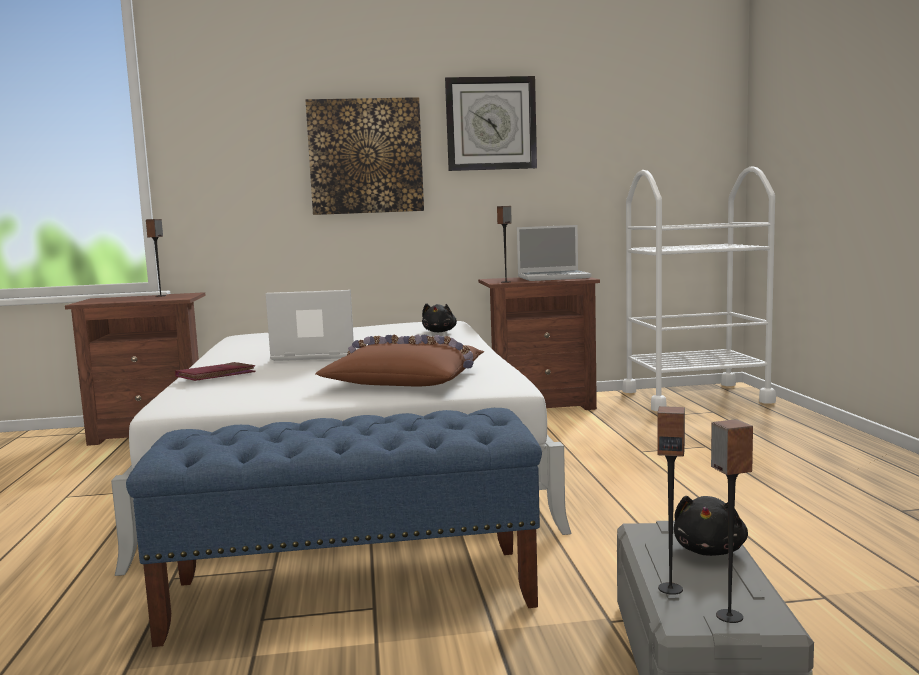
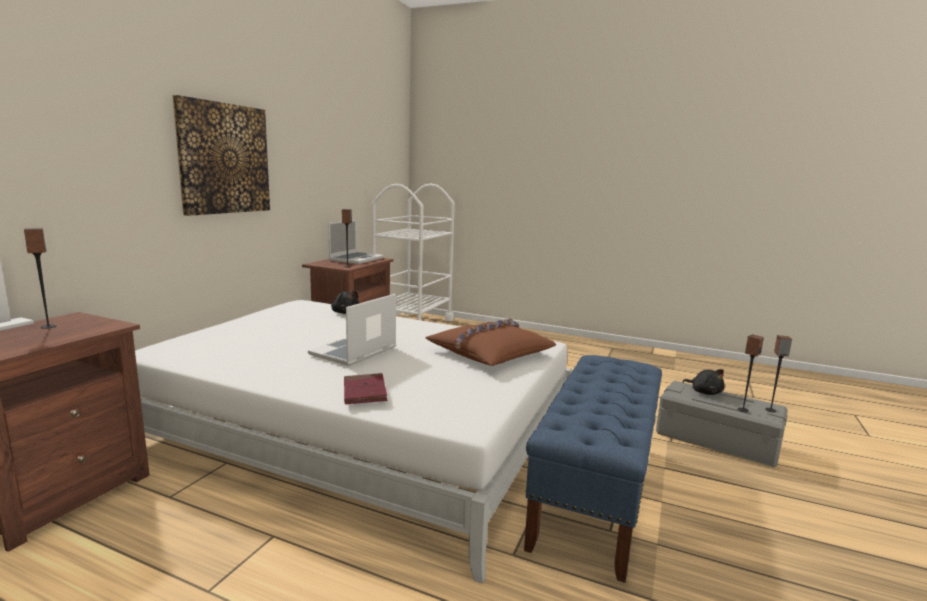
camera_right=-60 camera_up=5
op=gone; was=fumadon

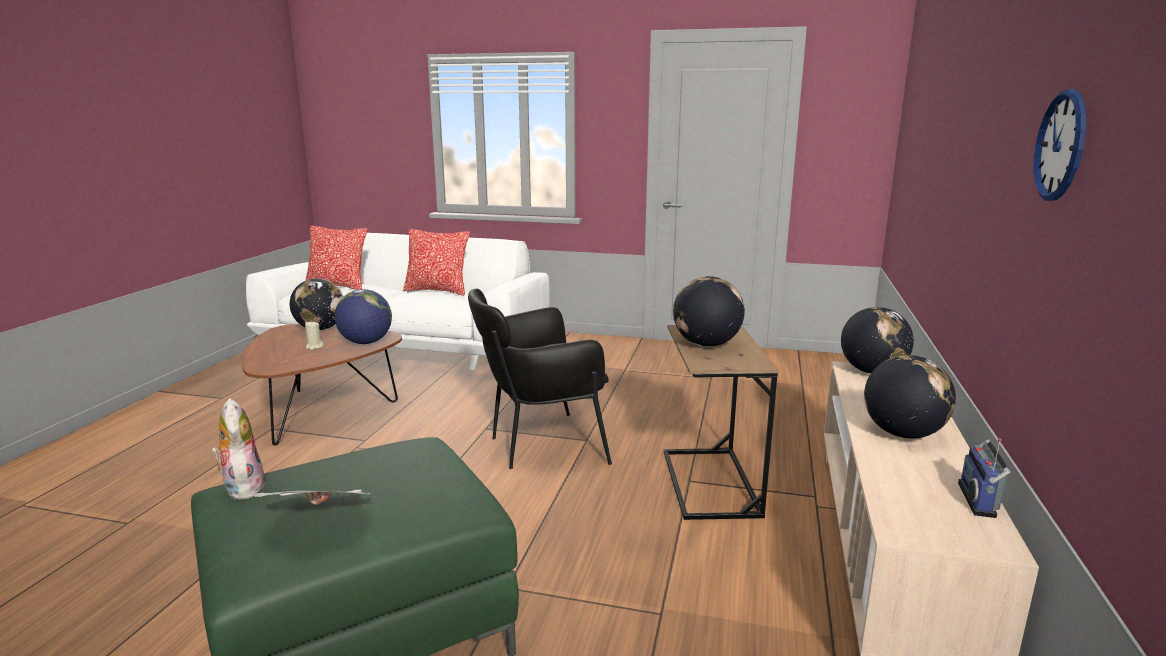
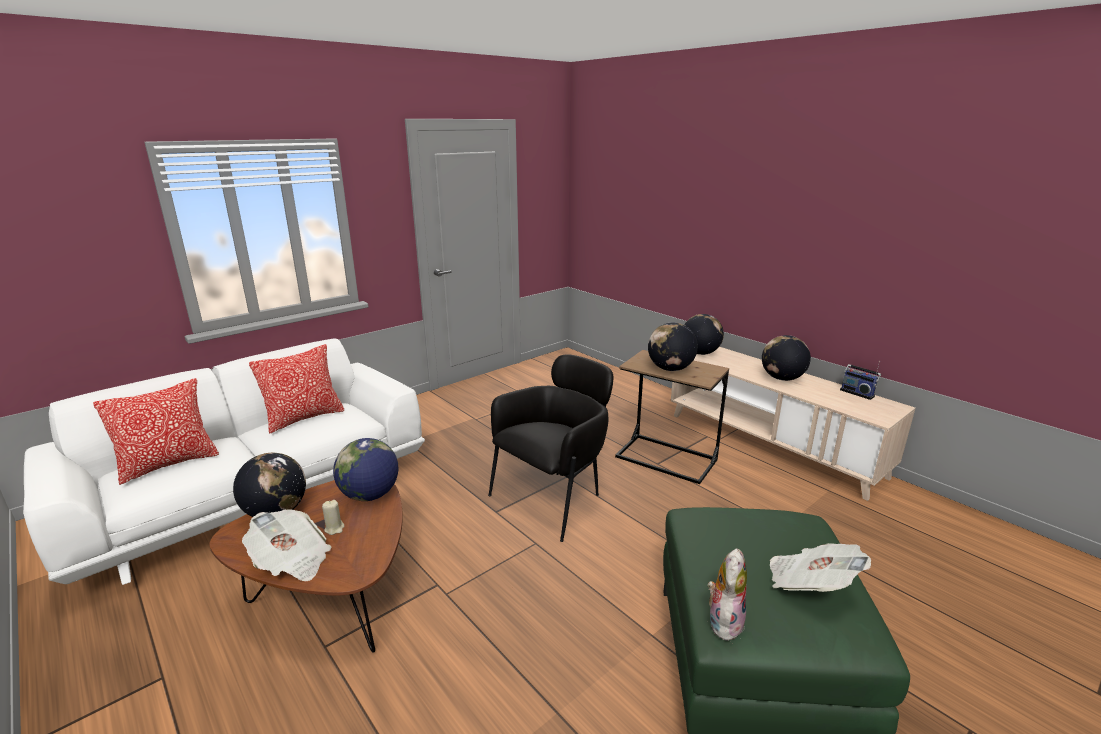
camera_right=-55 camera_up=5
op=new; now=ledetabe (no. 1 from left)
op=rotated; was=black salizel; clockwise=-150
op=rotated; was=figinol; clockwise=105
op=gone; was=fumadon

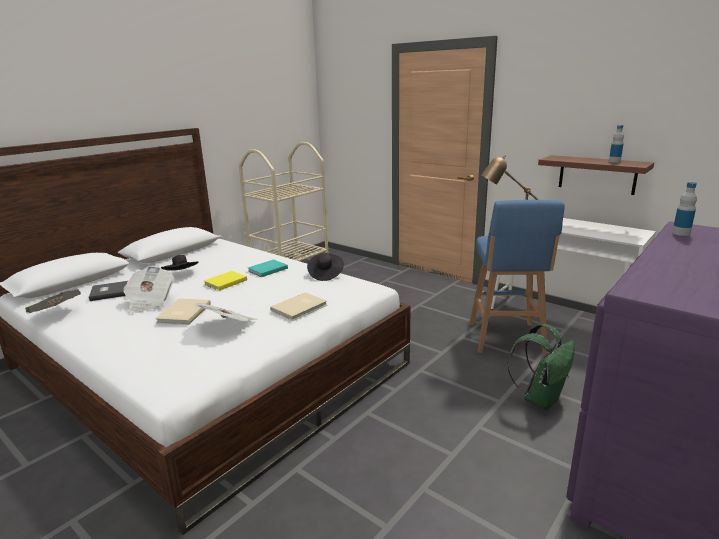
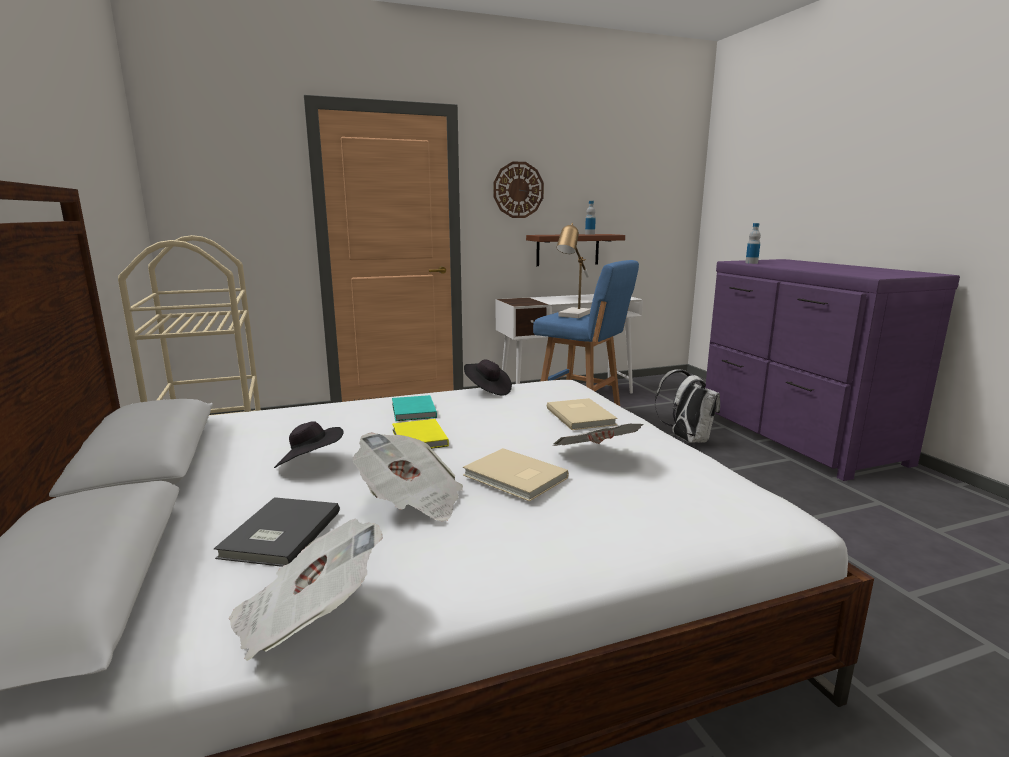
camera_right=-60 camera_up=-5
op=new; now=fumadon
op=repainted; was=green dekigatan; now=white dekigatan

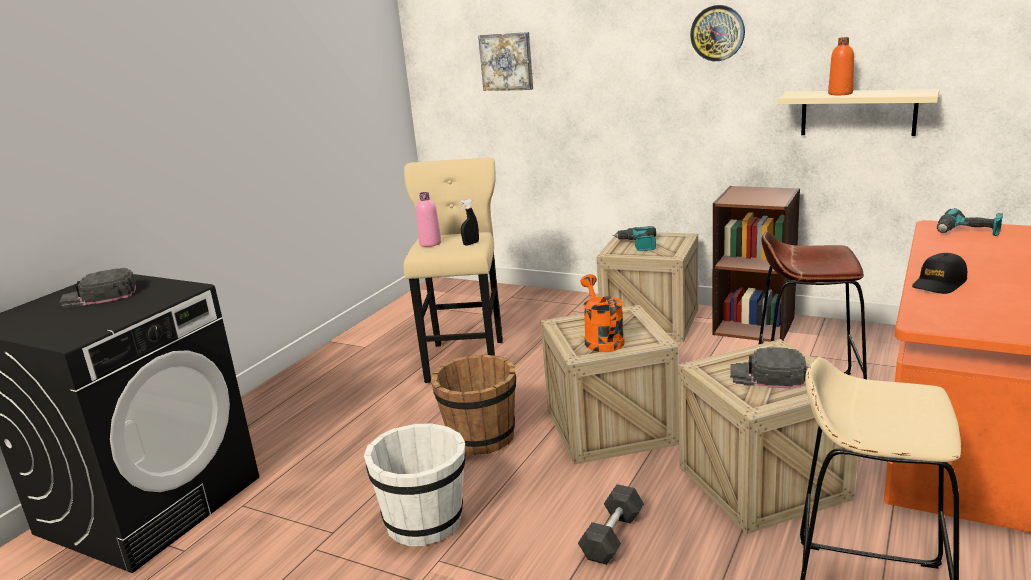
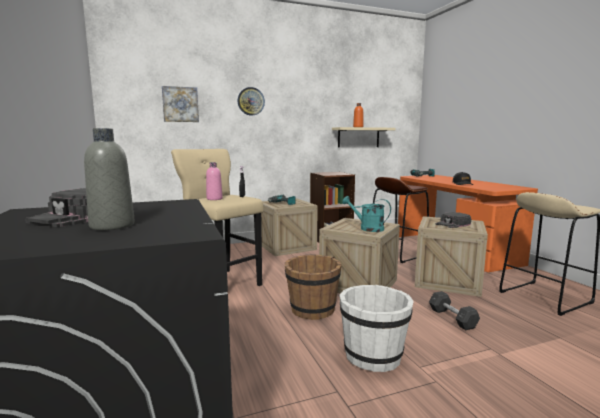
camera_right=-50 camera_up=-10
op=new; now=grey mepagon
op=shifted; was=fumadon
op=repainted; was=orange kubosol; now=turquoise kubosol

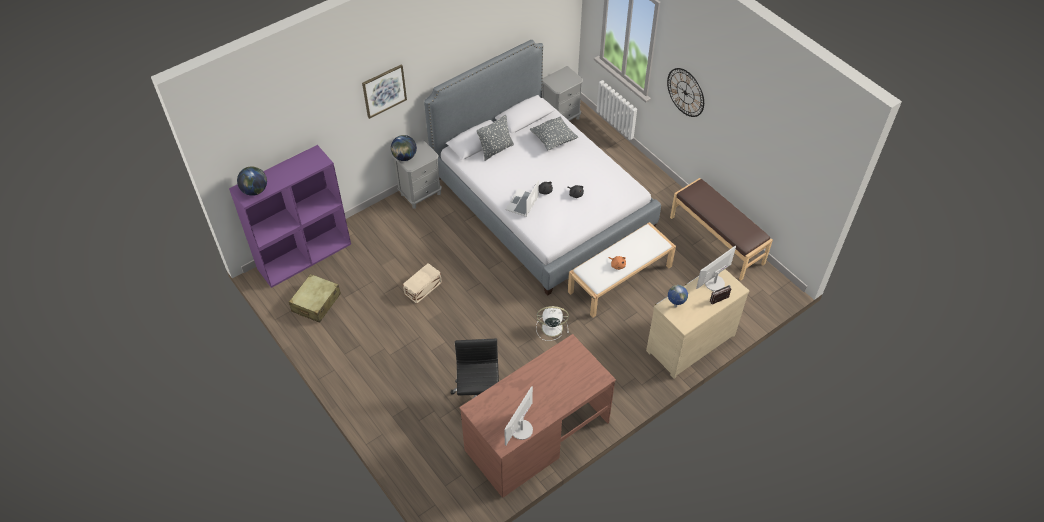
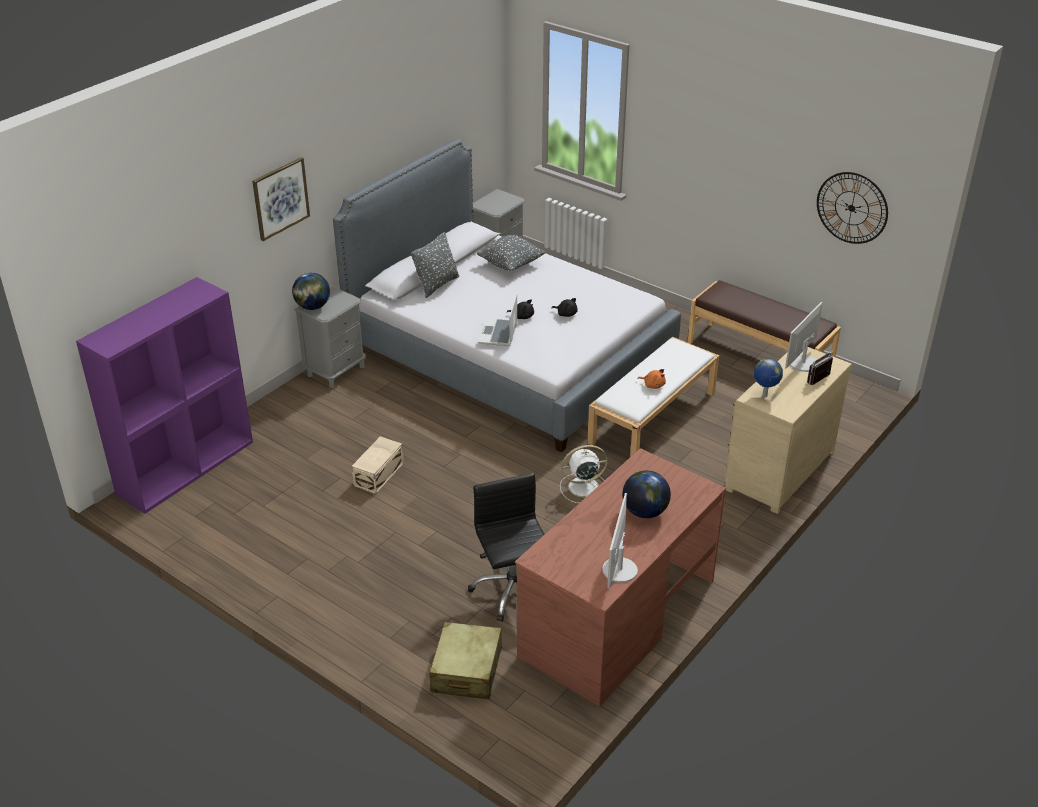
camera_right=-15 camera_up=-15
op=shifted; was=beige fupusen
op=shifted; was=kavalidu (no. 1 from left in the first image); now=kavalidu (no. 2 from left)
op=shifted; was=fumadon

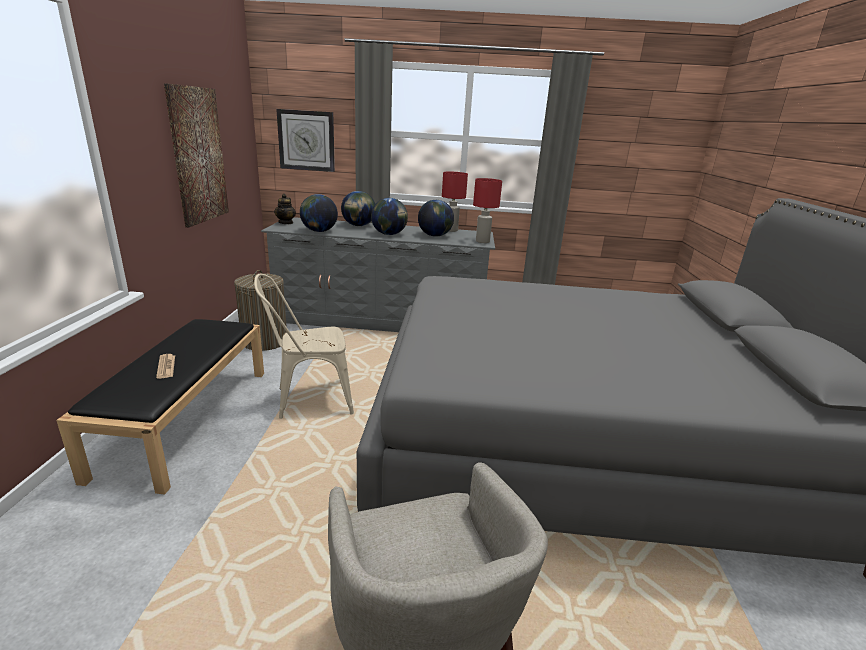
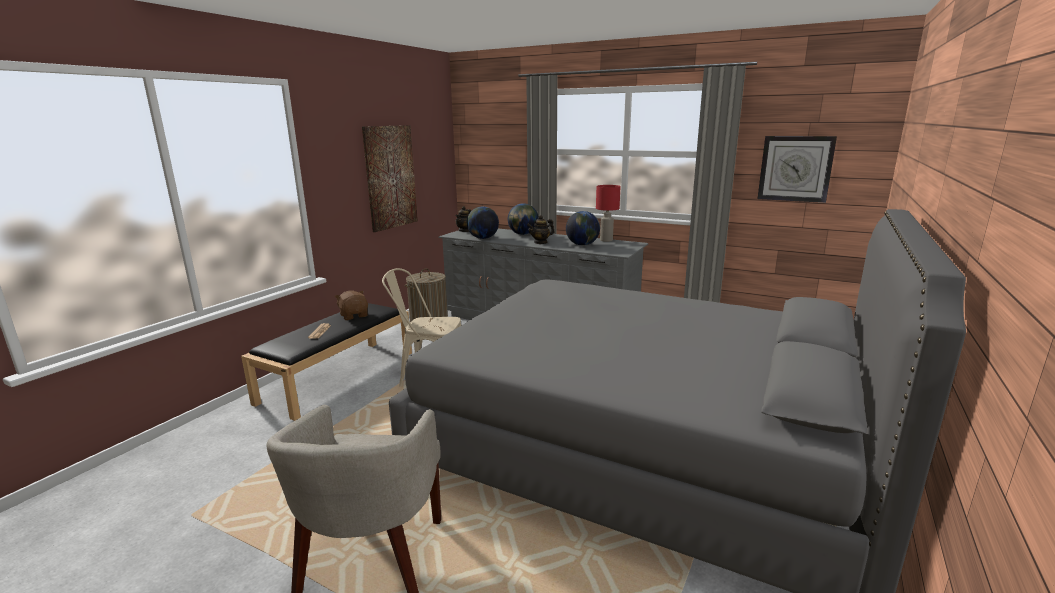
camera_right=25 camera_up=-5
op=new; now=brown figinol
op=swapped; was=kavalidu (no. 3 from left); now=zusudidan (no. 2 from left)
op=shifted; was=fumadon
op=gone; was=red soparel (no. 2 from left)

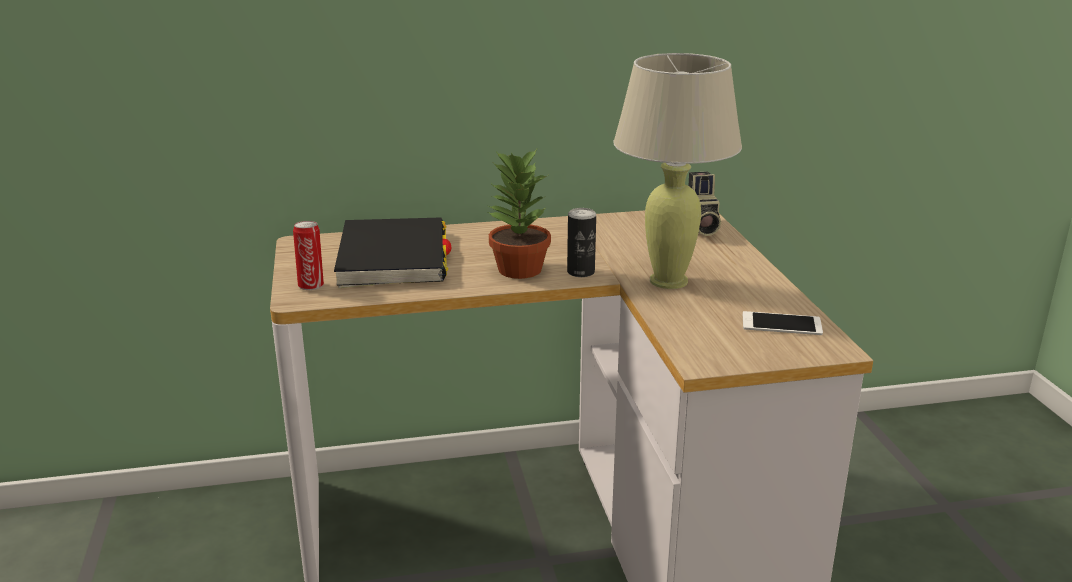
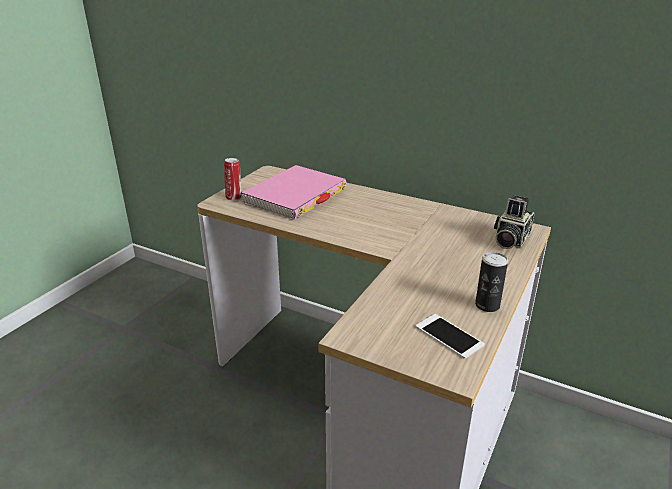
camera_right=40 camera_up=5
op=repainted; was=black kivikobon; now=pink kivikobon
op=shifted; was=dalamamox (no. 2 from left)
op=gone; was=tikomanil
op=gone; was=beige soparel

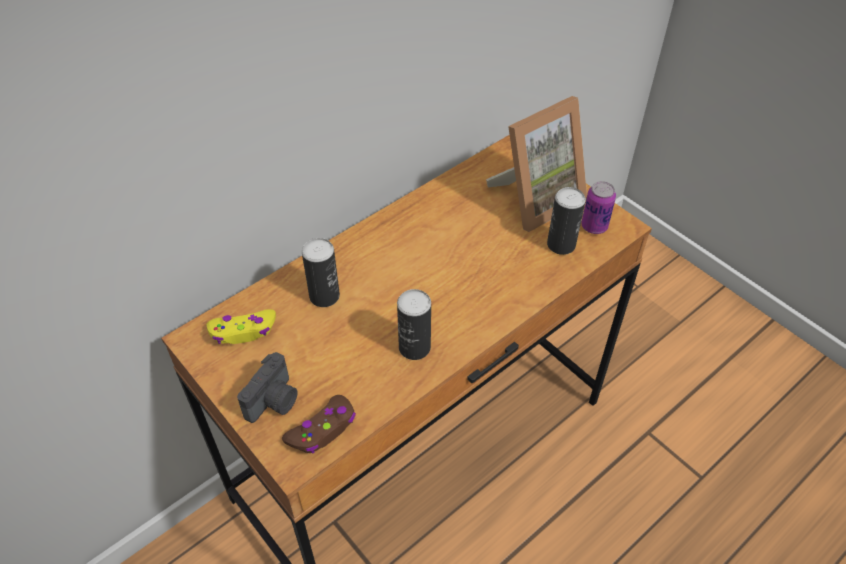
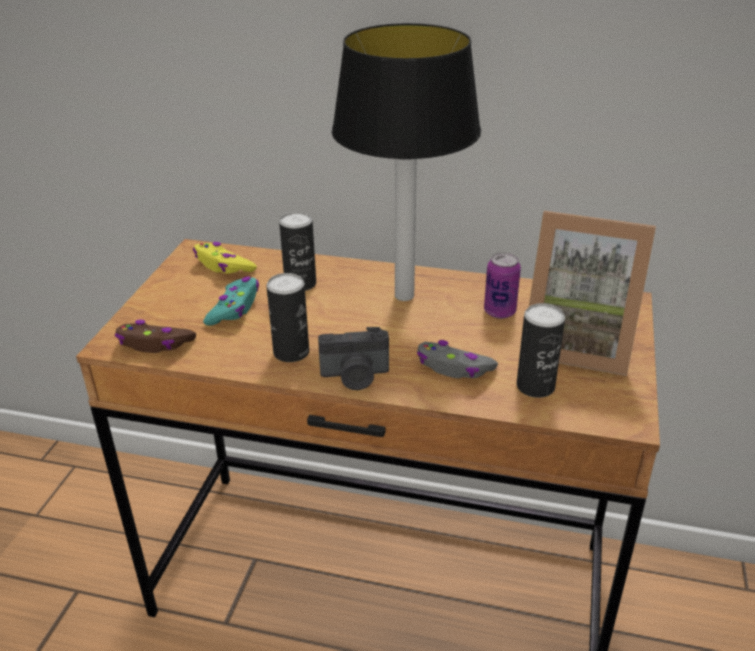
camera_right=55 camera_up=-15
op=new; now=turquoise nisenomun
op=shifted; was=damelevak
op=new; now=soparel
op=new; now=grey nisenomun
op=shifted; was=dalamamox (no. 4 from left in the first image); now=dalamamox (no. 3 from left)

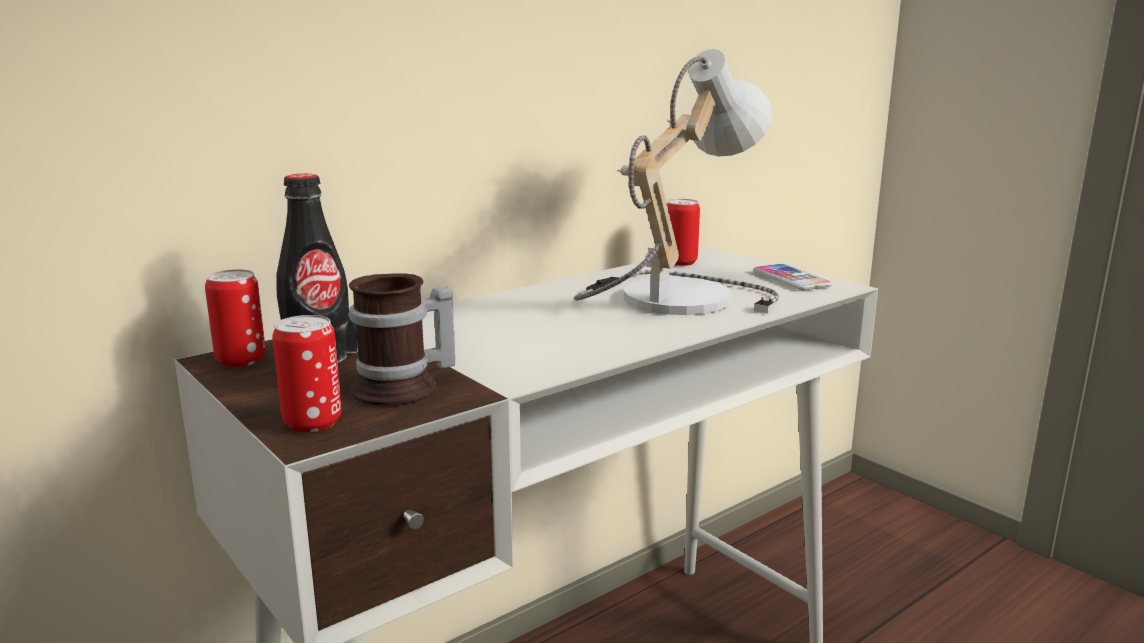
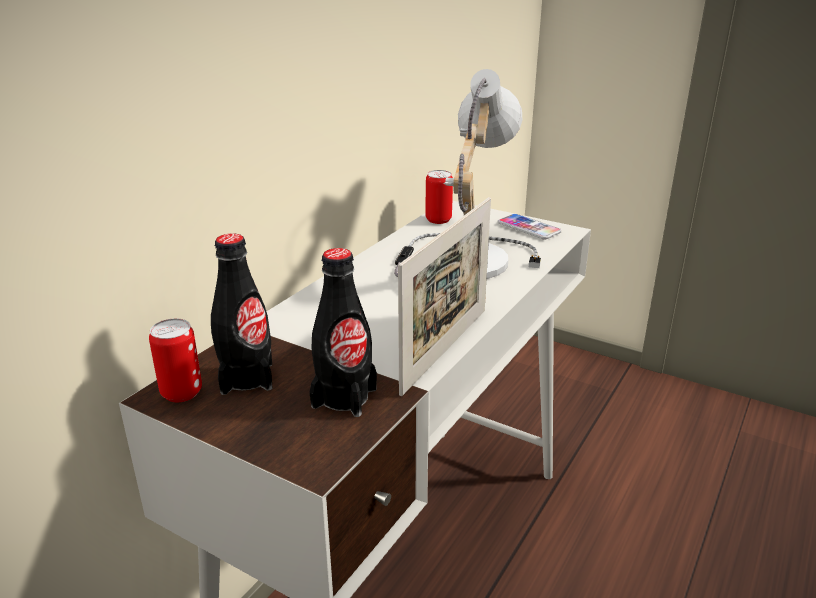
camera_right=-20 camera_up=10
op=swapped; was=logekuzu; now=black mepagon (no. 2 from left)
op=new; now=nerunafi
op=gone; was=dalamamox (no. 2 from left)

